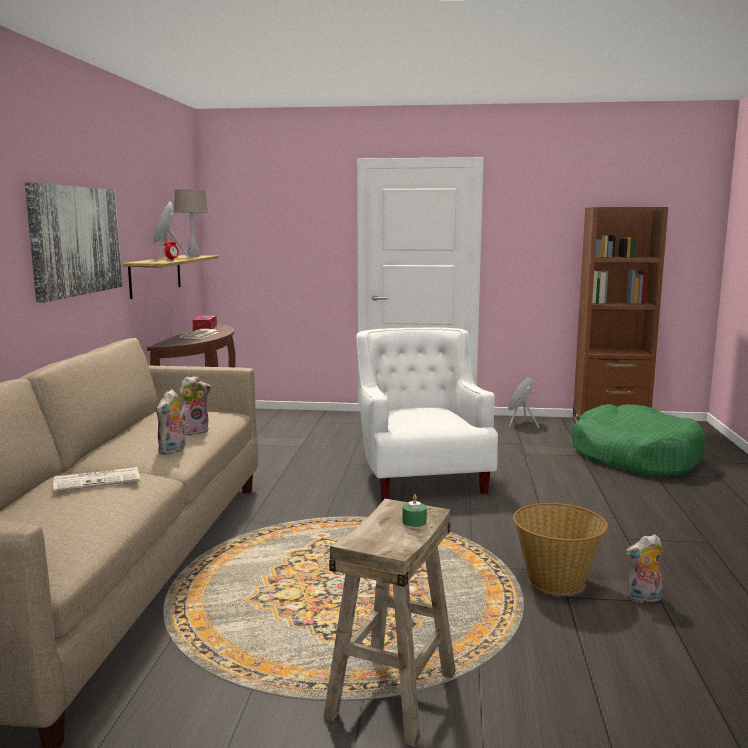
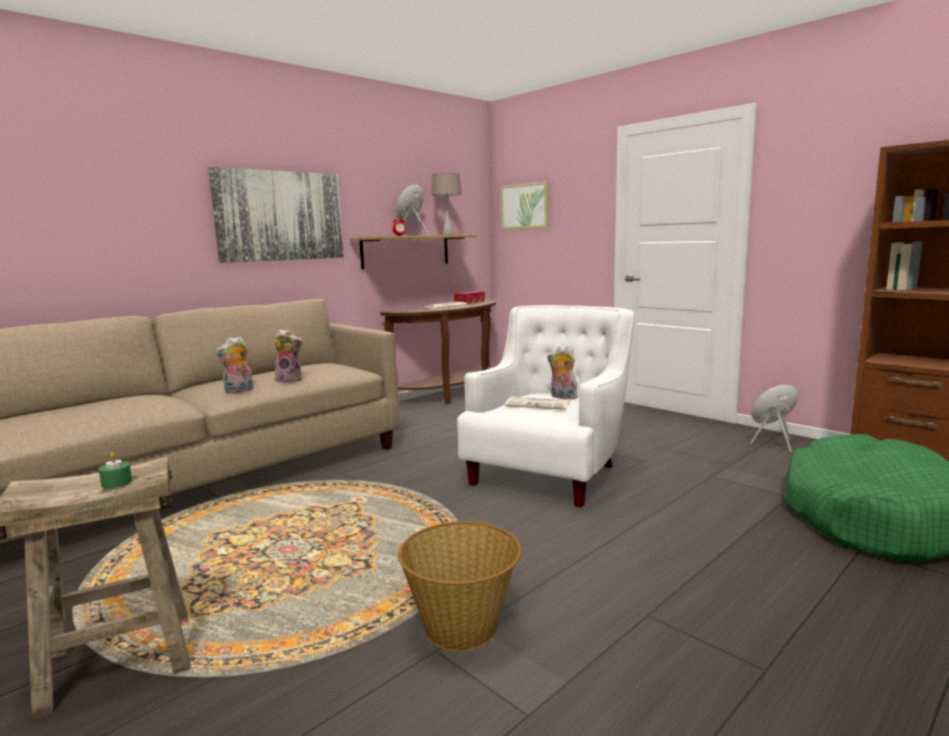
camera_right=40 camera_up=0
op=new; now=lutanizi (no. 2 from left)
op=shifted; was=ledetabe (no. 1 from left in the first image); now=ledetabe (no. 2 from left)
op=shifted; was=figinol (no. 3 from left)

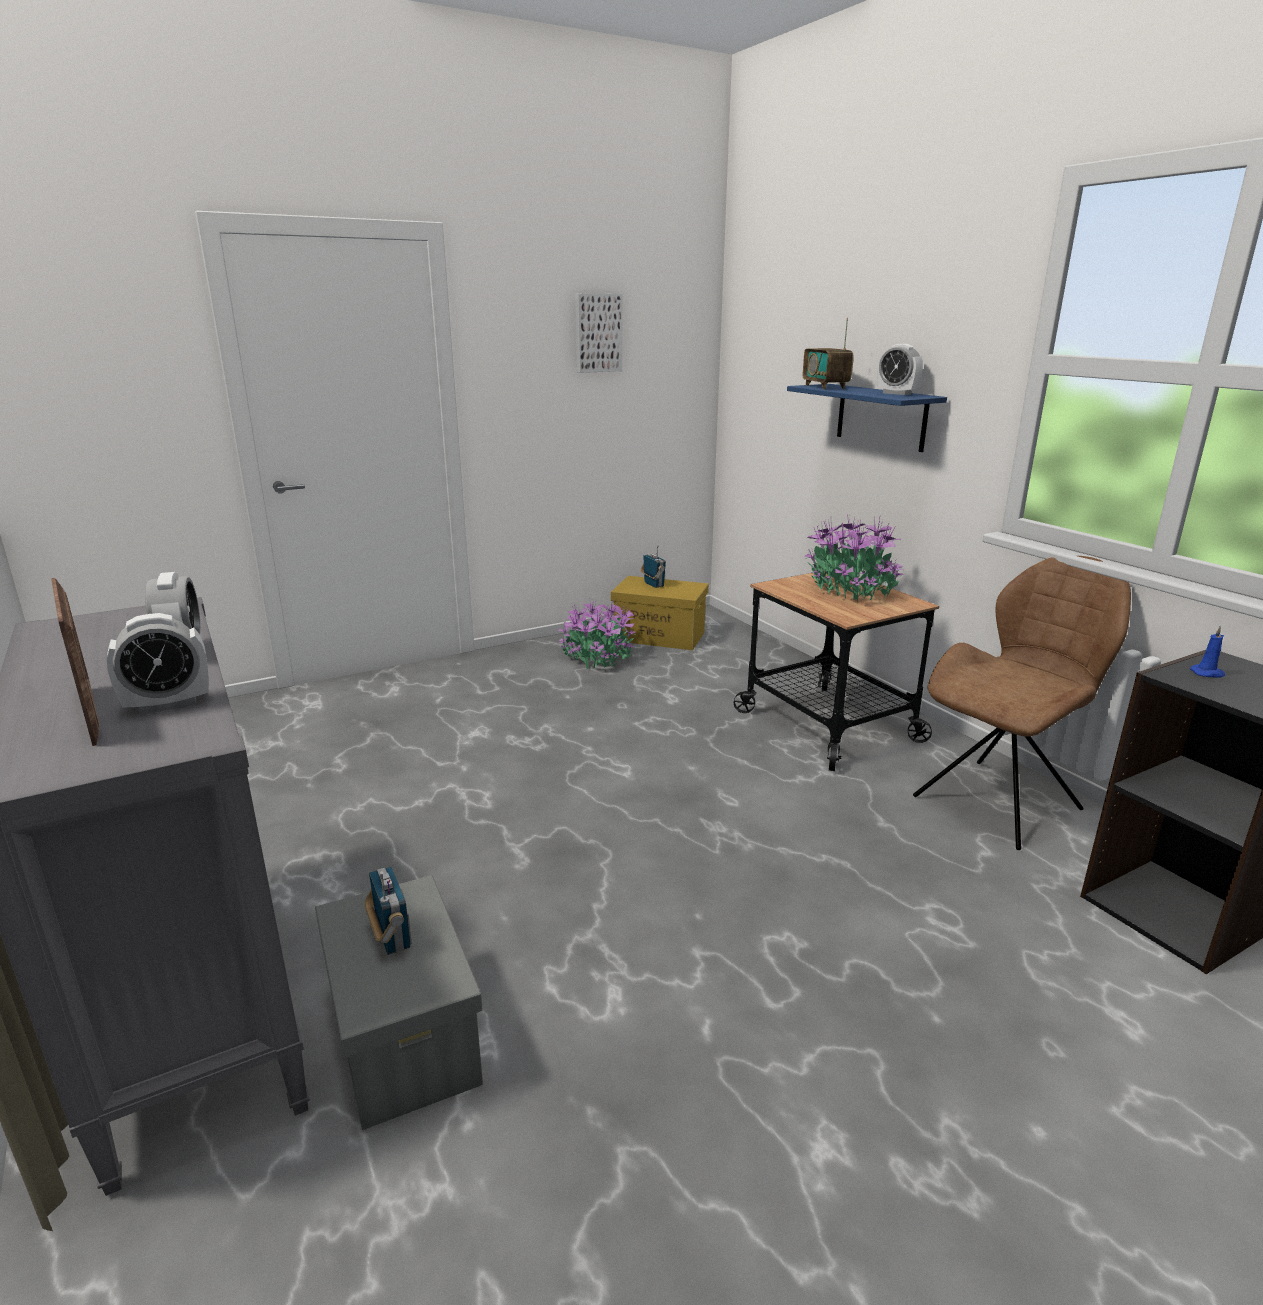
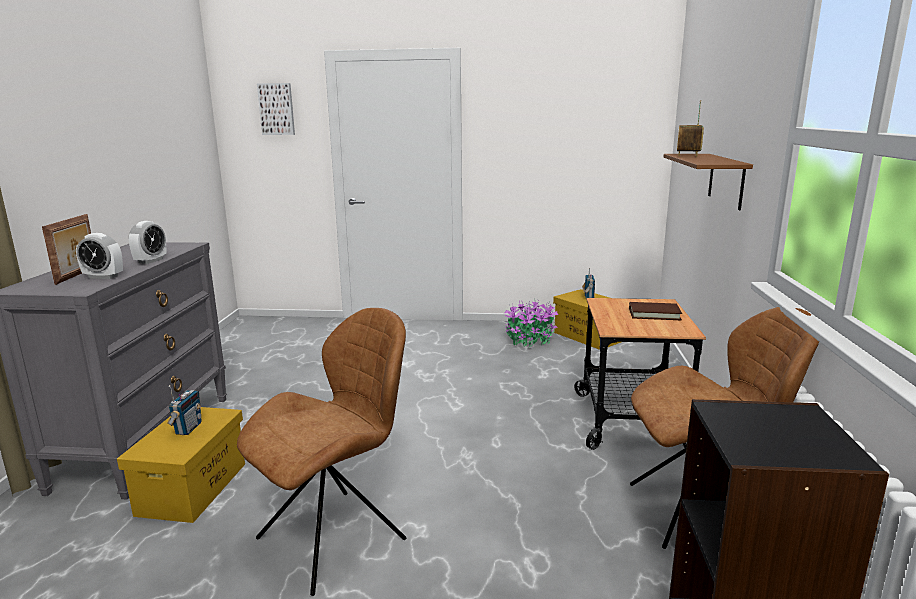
camera_right=35 camera_up=-5
op=repainted; was=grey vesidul; now=yellow vesidul (no. 1 from left)
op=new; now=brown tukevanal (no. 1 from left)
op=shifted; was=lutanizi
op=swapped; was=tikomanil (no. 2 from left); now=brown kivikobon
op=repainted; was=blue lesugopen; now=brown lesugopen
op=gone; was=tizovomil (no. 3 from left)
op=gone; was=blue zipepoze

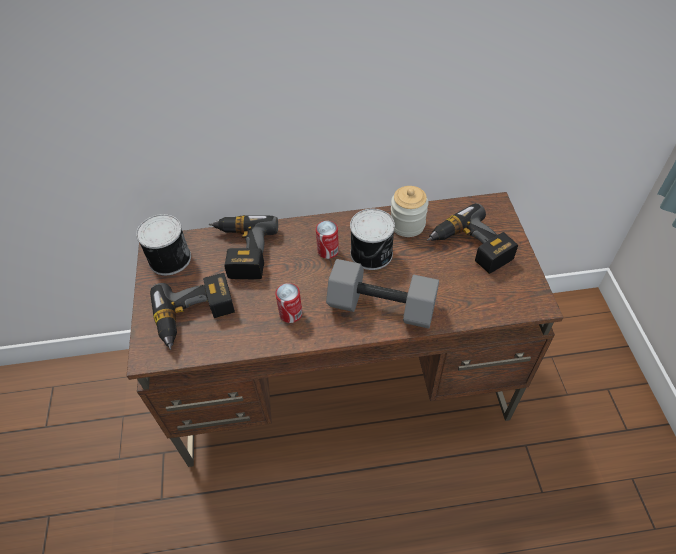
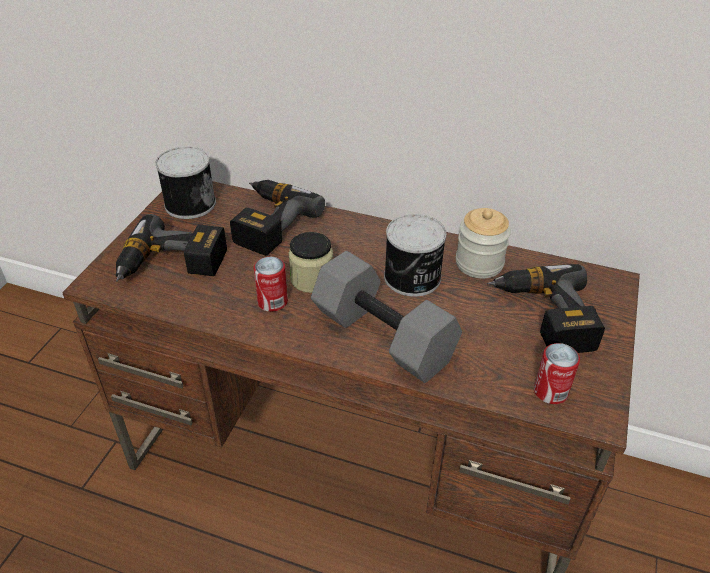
camera_right=25 camera_up=-10
op=new; now=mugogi (no. 1 from left)
op=shifted; was=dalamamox (no. 3 from left in the first image); now=dalamamox (no. 4 from left)

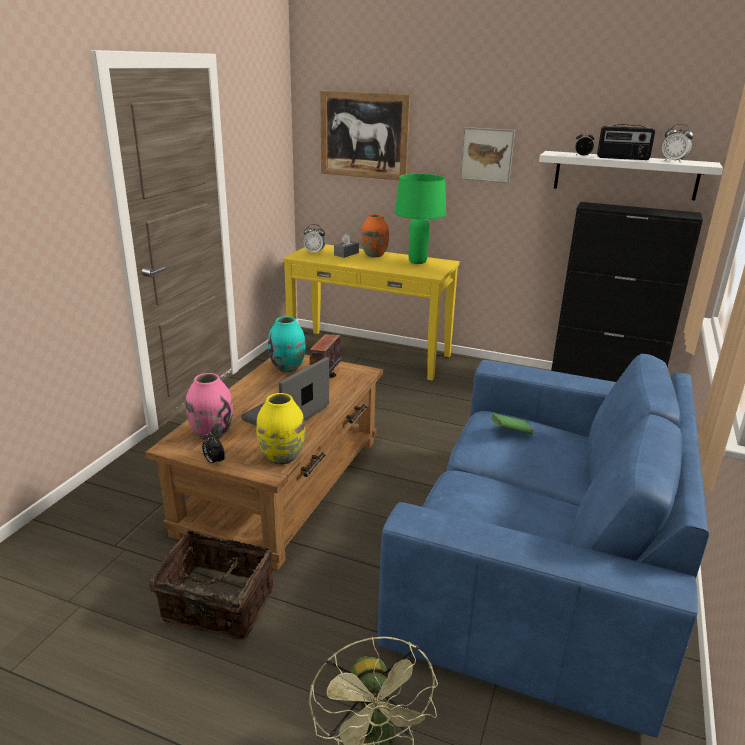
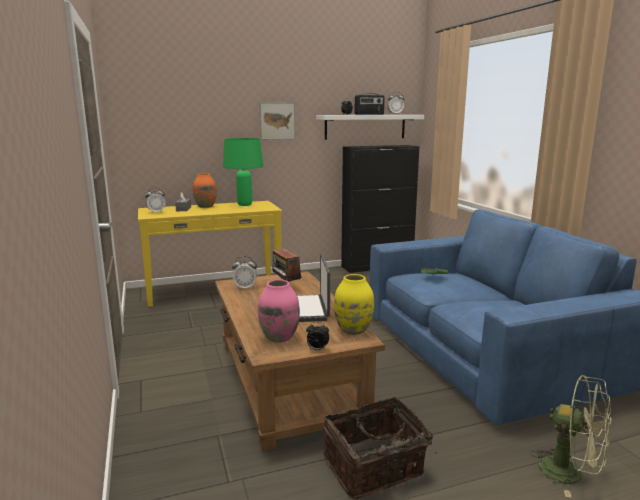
camera_right=-40 camera_up=-10
op=swapped; was=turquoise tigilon; now=tizovomil (no. 2 from left)
op=gone; was=lutanizi (no. 1 from left)

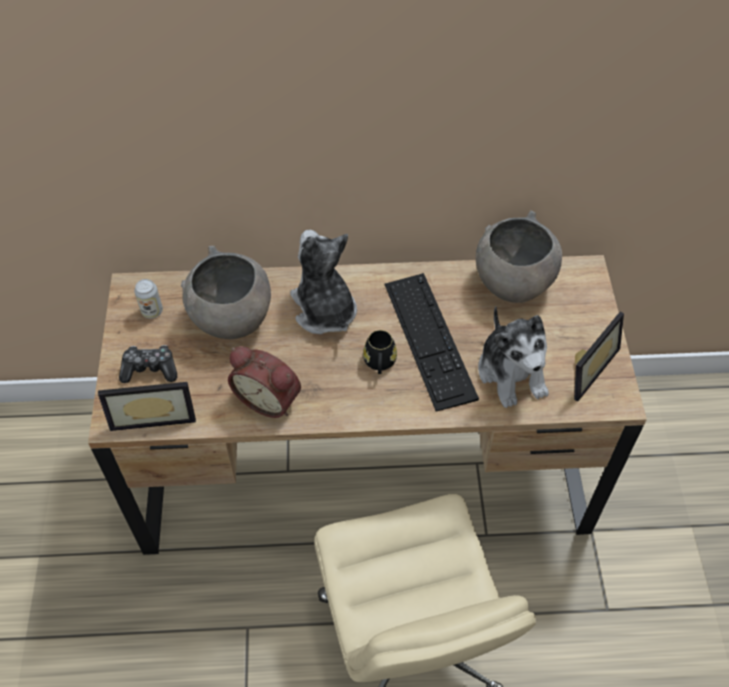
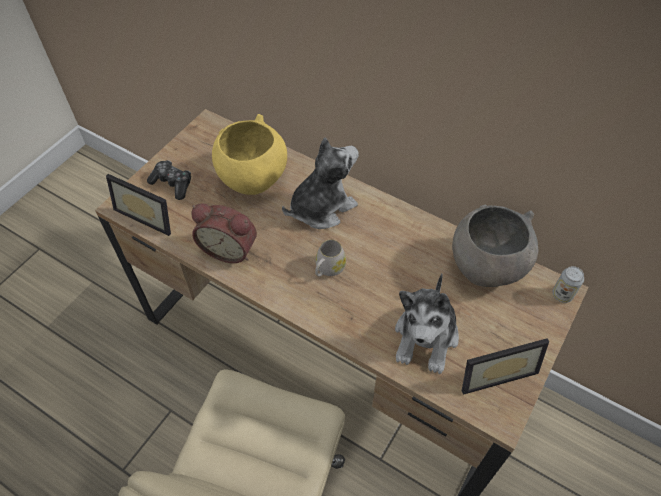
camera_right=35 camera_up=0
op=rotated; was=tizovomil; clockwise=-45
op=repainted; was=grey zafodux (no. 1 from left); now=yellow zafodux
op=rotated; was=figinol (no. 1 from left); clockwise=45
op=repainted; was=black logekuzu; now=white logekuzu
op=shifted; was=dalamamox
op=gone; was=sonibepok

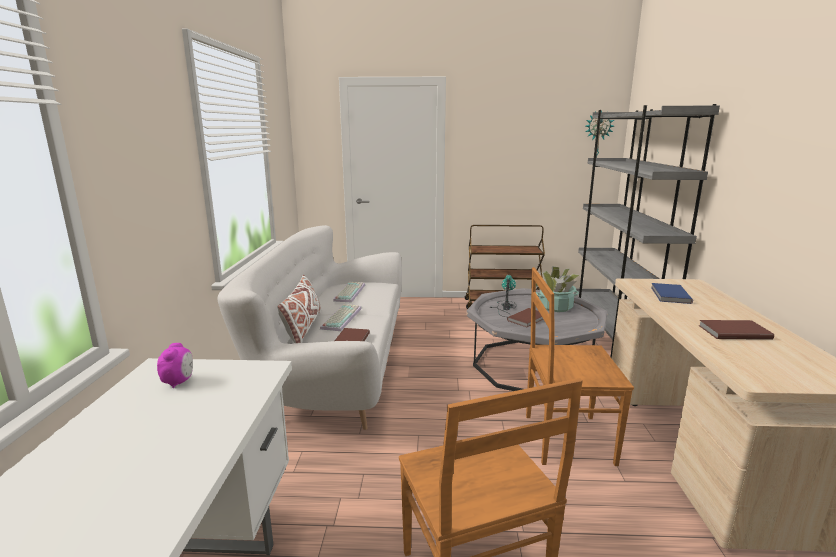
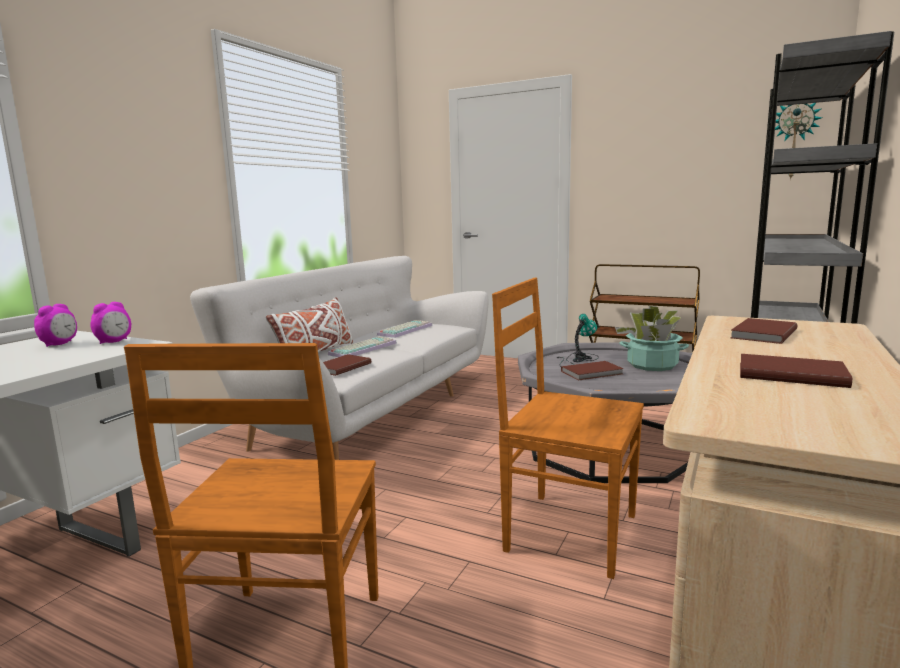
camera_right=25 camera_up=-5
op=new; now=tizovomil (no. 2 from left)
op=repainted; was=blue kivikobon; now=brown kivikobon (no. 3 from left)

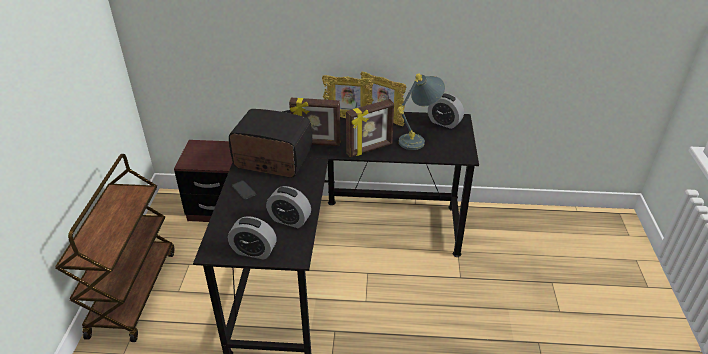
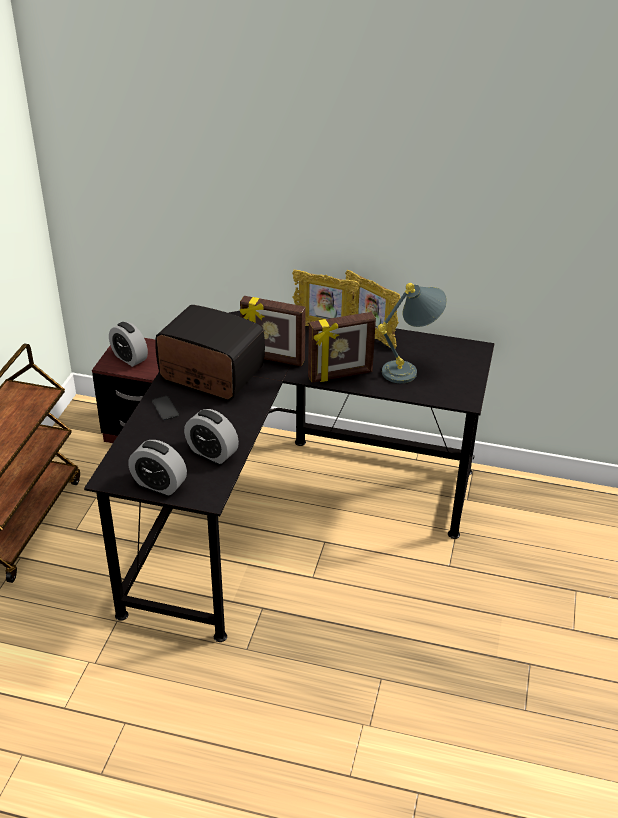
camera_right=10 camera_up=0
op=shifted; was=tizovomil (no. 3 from left in the first image); now=tizovomil (no. 1 from left)

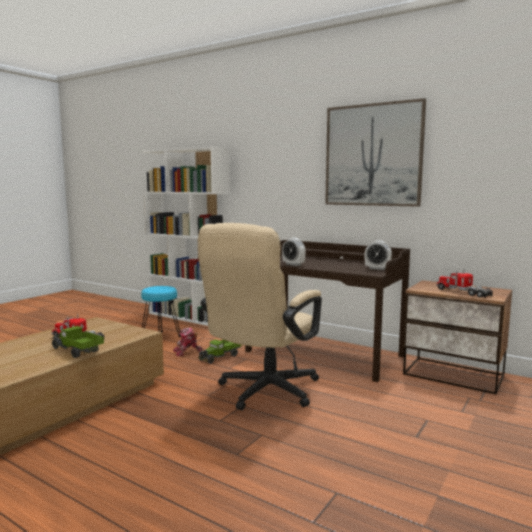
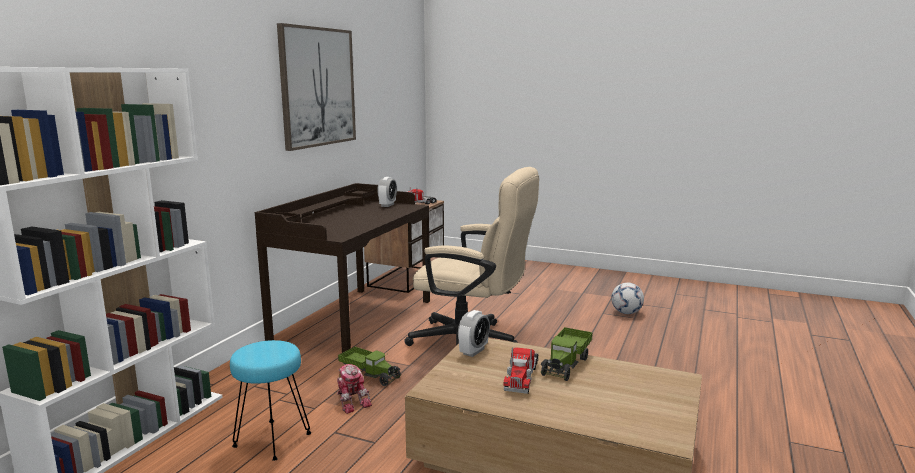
camera_right=-100 camera_up=5
op=shifted; was=tizovomil (no. 1 from left in the first image); now=tizovomil (no. 2 from left)
op=new; now=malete

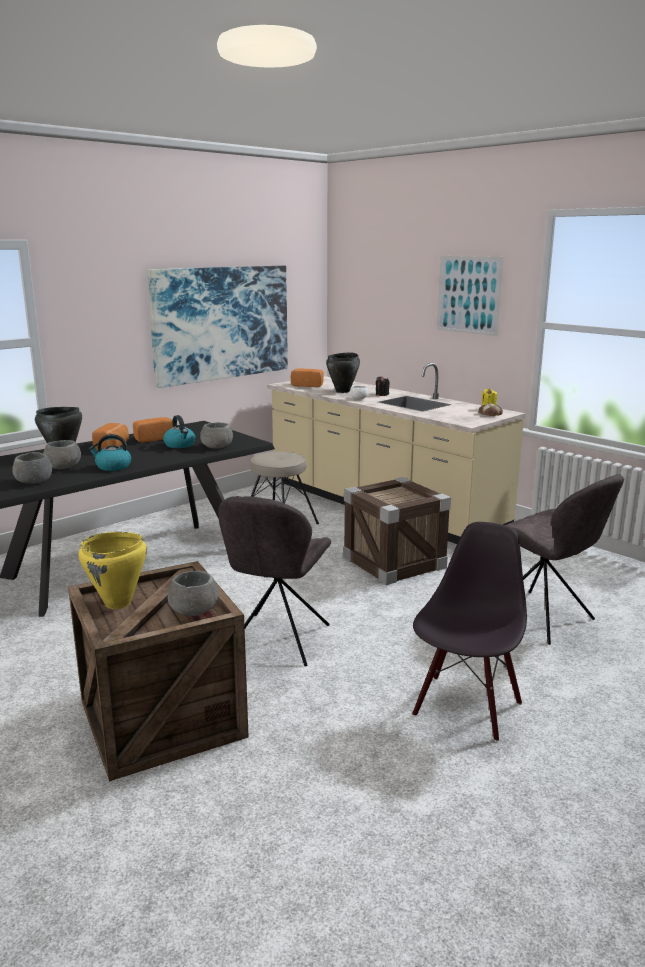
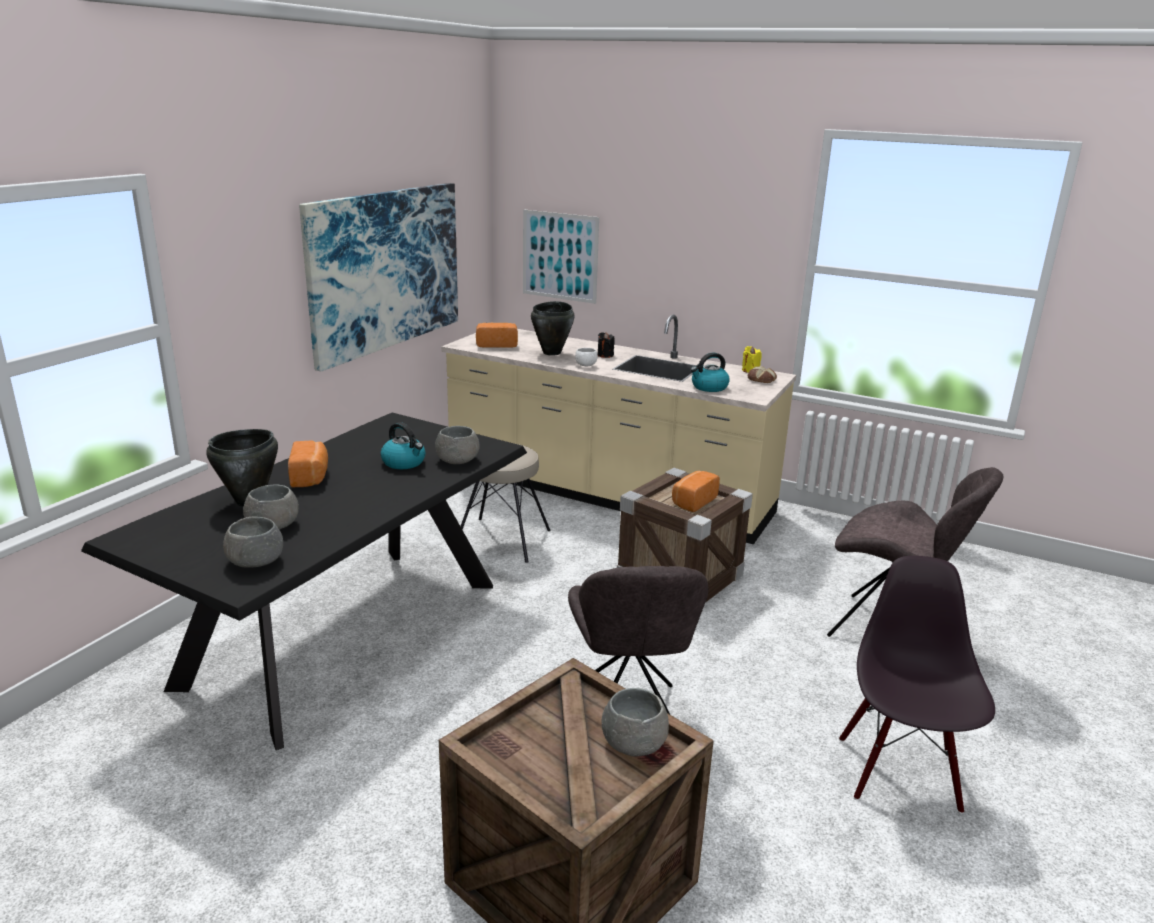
camera_right=-20 camera_up=5
op=shifted; was=lutanizi (no. 2 from left)
op=shifted; was=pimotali (no. 2 from left in the first image); now=pimotali (no. 3 from left)
op=shifted; was=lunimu (no. 1 from left in the first image); now=lunimu (no. 2 from left)
op=gone; was=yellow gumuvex

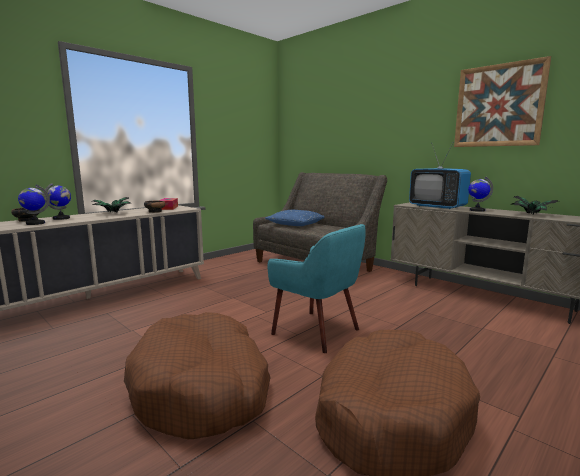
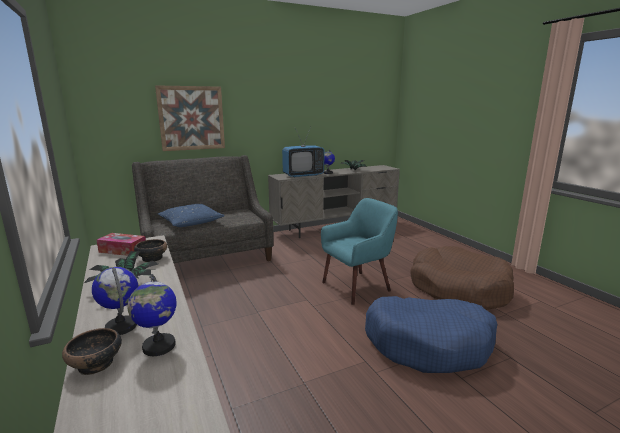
camera_right=-70 camera_up=5
op=shifted; was=lutanizi
op=repainted; was=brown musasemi (no. 1 from left); now=blue musasemi

